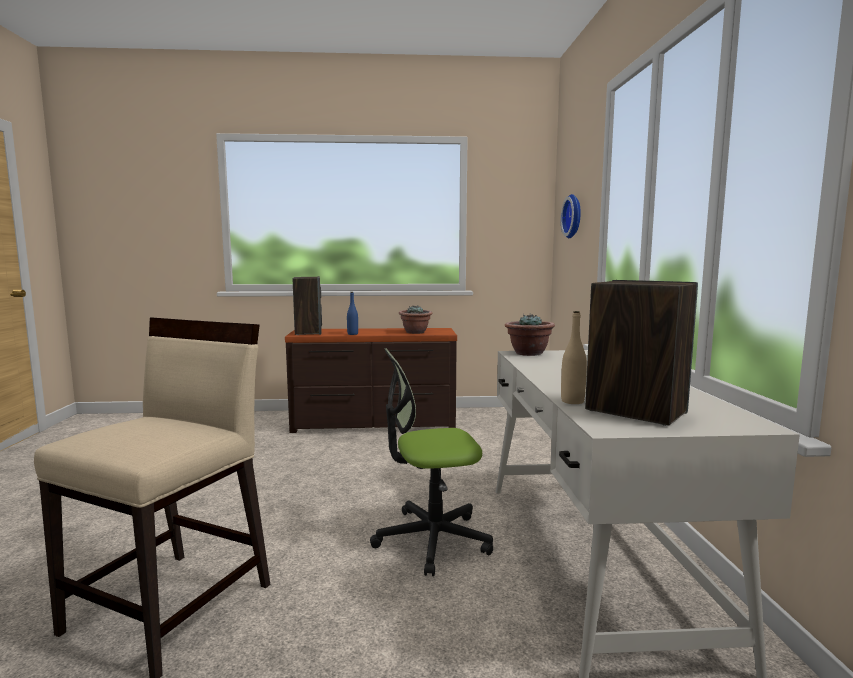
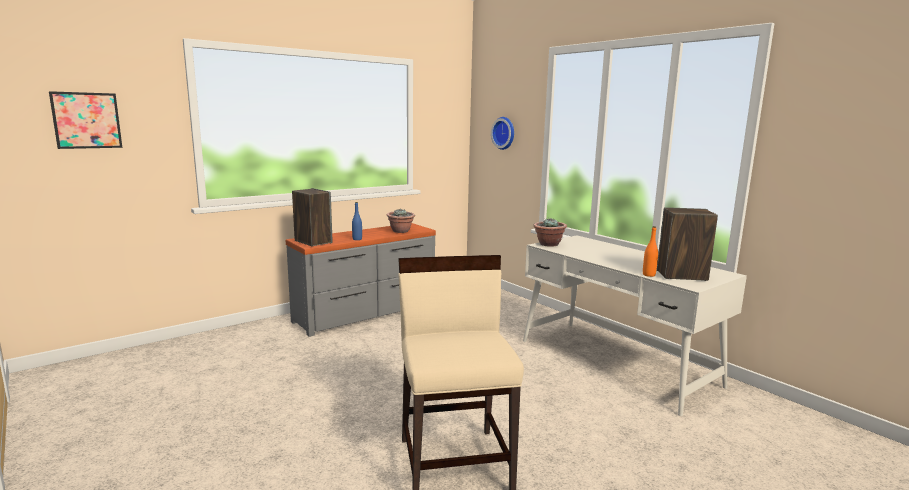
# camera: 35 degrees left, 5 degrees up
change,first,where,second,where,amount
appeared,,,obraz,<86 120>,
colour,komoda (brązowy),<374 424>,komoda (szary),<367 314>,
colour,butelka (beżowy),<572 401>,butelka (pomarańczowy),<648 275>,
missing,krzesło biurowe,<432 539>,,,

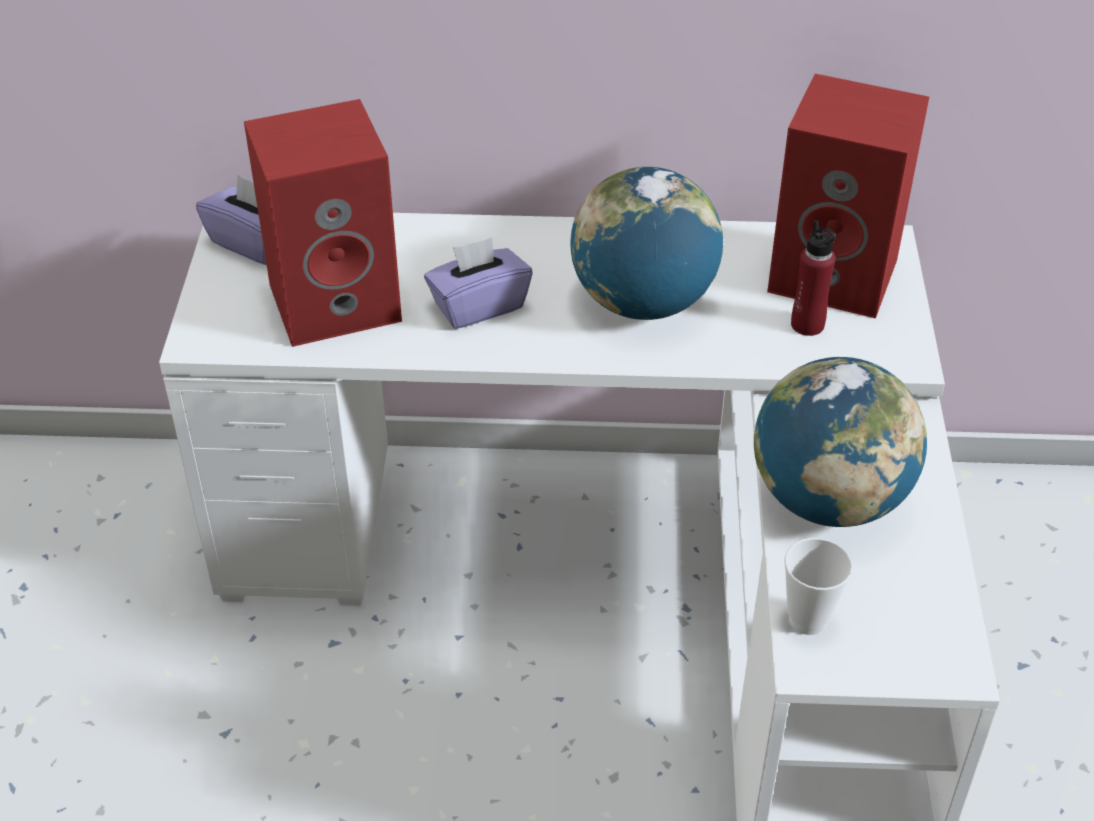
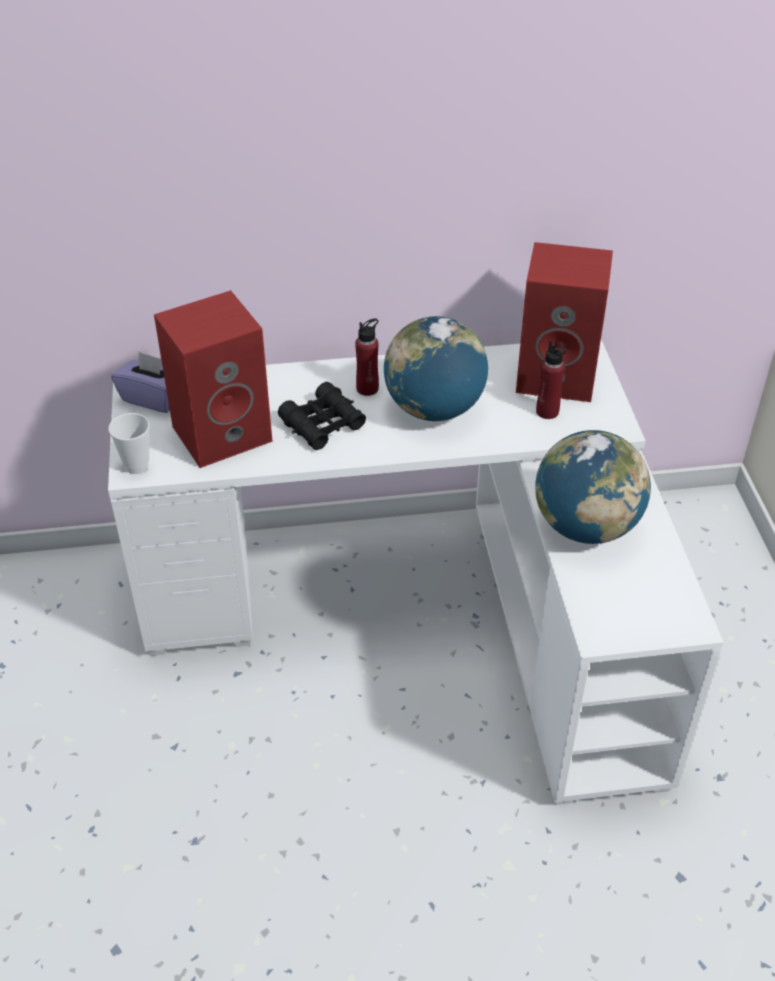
# camera: 10 degrees left, 0 degrees up
change,first,where,second,where,amount
relocated,filiżanka,<808 619>,,<137 466>,
exchanged,pudełko chusteczek (fioletowy),<478 306>,lornetka (czarny),<322 424>,
appeared,,,butelka (czerwony),<367 388>,

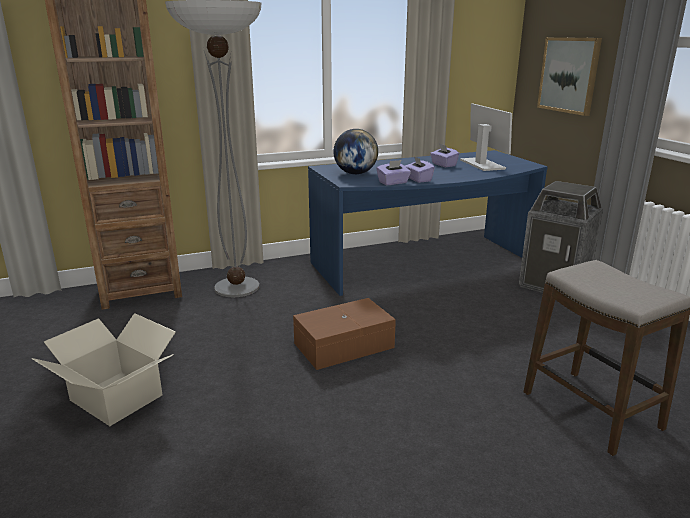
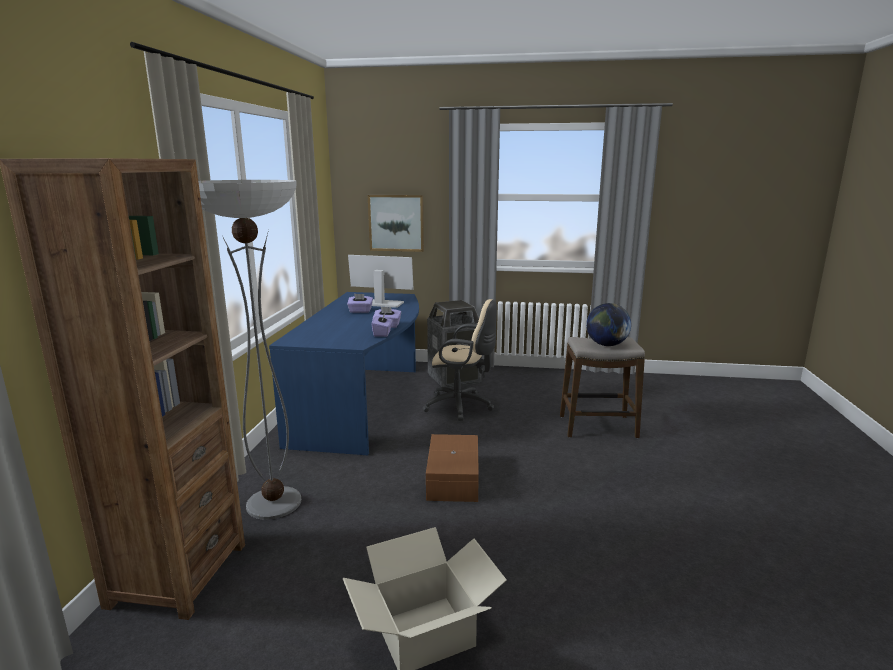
# camera: 60 degrees left, 5 degrees down
change,first,where,second,where,amount
appeared,,,krzesło biurowe (beżowy),<462 406>,
relocated,globus,<355 173>,,<606 345>,

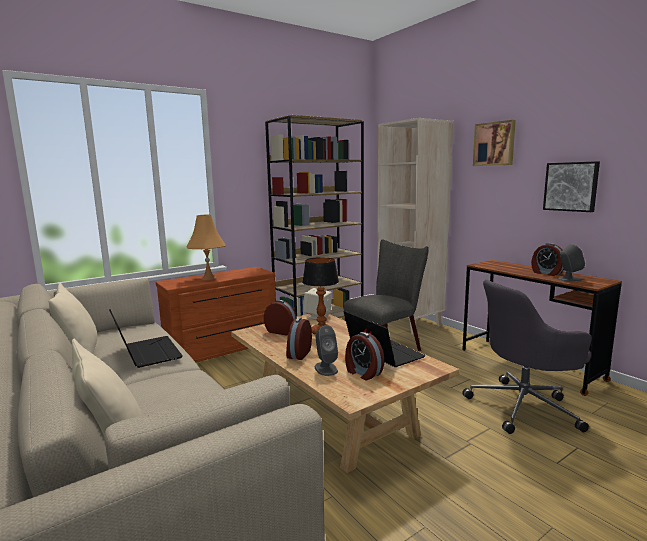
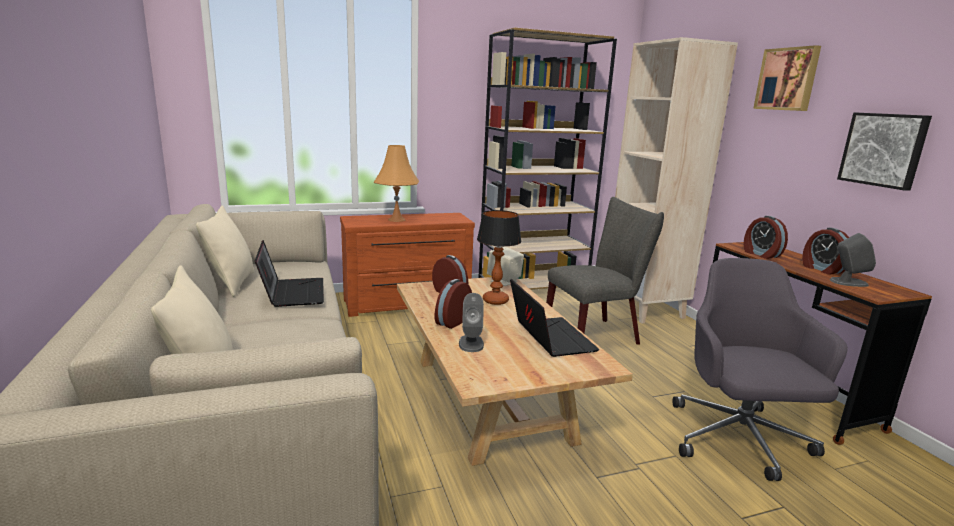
# camera: 15 degrees right, 5 degrees up
change,first,where,second,where,amount
spun,krzesło biurowe (szary),<524 407>,,<739 440>,90 degrees clockwise
relocated,budzik,<363 373>,,<761 254>,

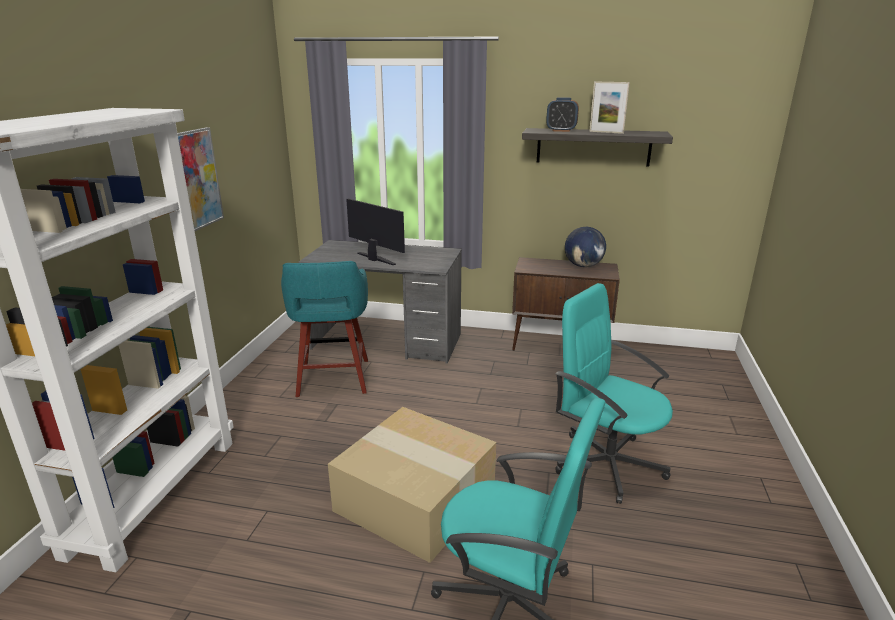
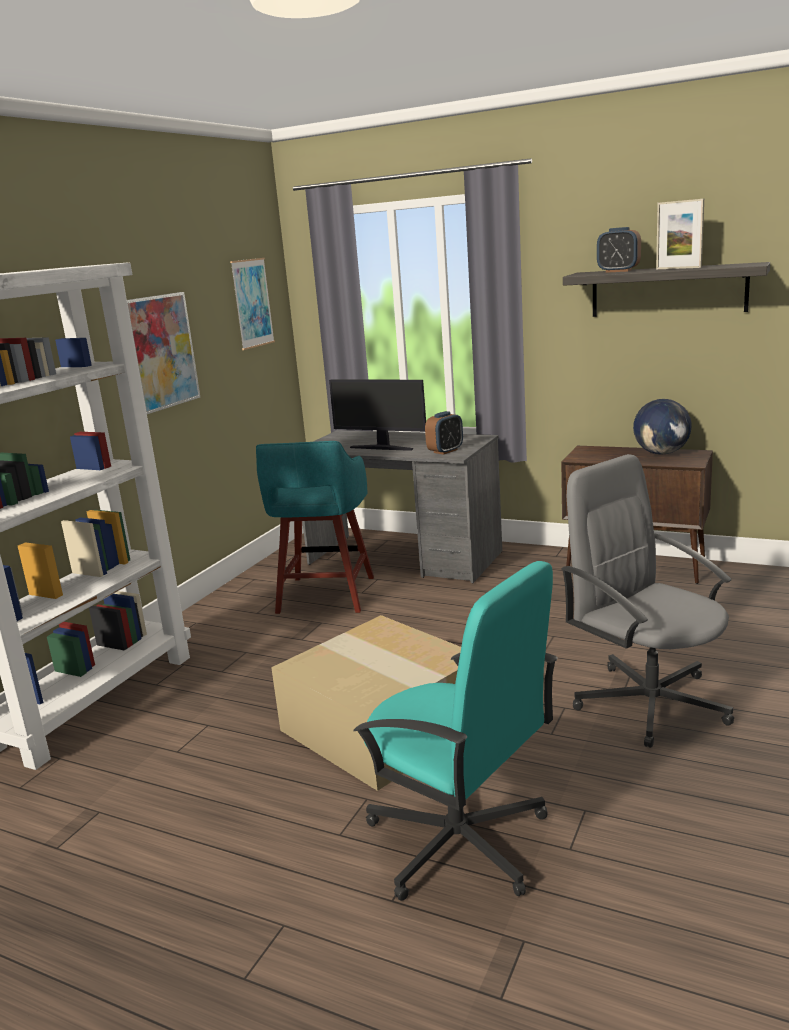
# camera: 15 degrees right, 5 degrees down
change,first,where,second,where,amount
appeared,,,obraz,<252 303>,
spun,monitor,<374 259>,,<382 448>,150 degrees clockwise
appeared,,,budzik,<445 451>,
colour,krzesło biurowe (turkusowy),<607 463>,krzesło biurowe (szary),<649 702>,

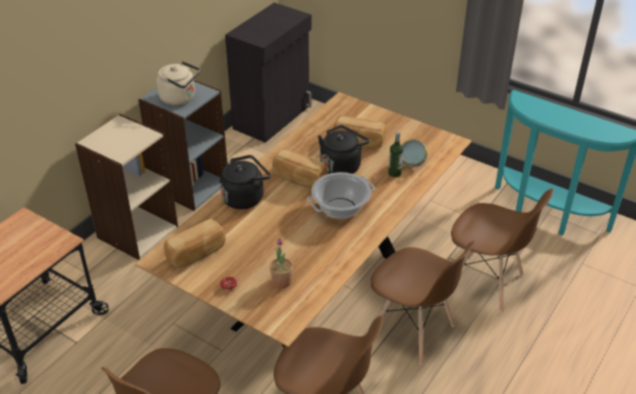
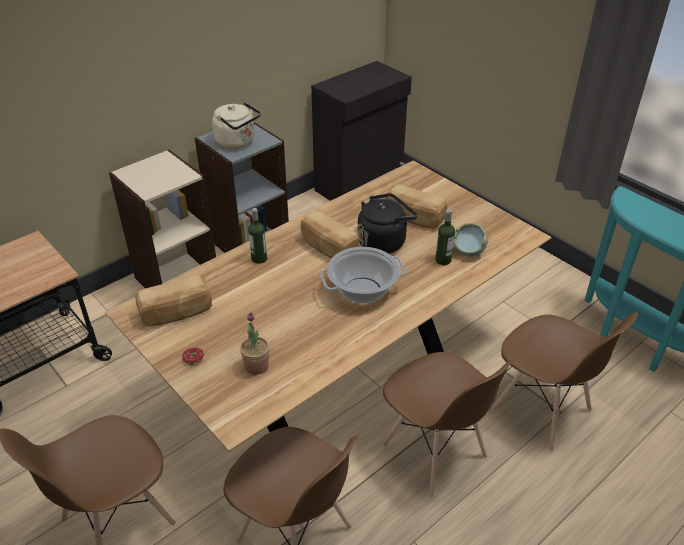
# camera: 15 degrees right, 0 degrees up
change,first,where,second,where,amount
exchanged,czajnik (czarny),<245 197>,butelka,<259 259>,

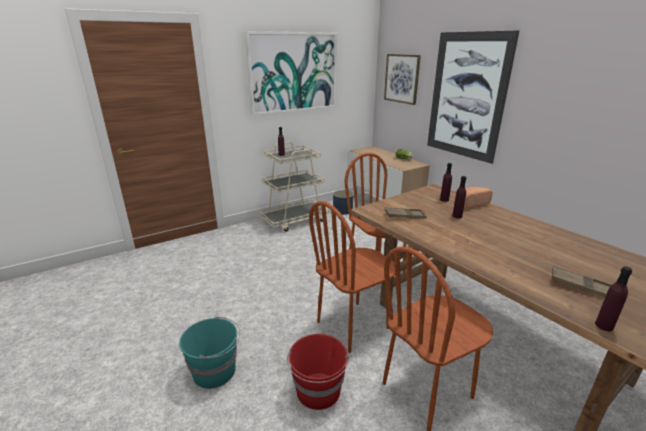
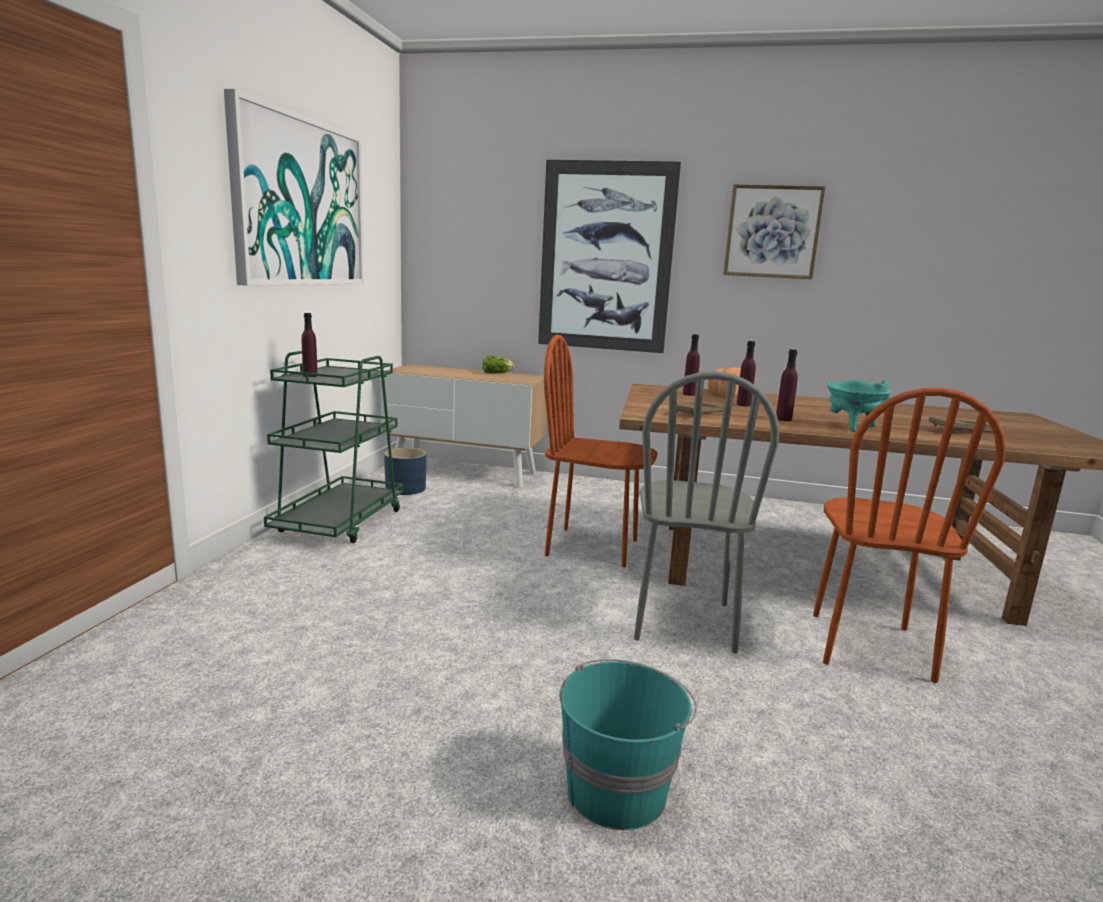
# camera: 45 degrees left, 10 degrees down
change,first,where,second,where,amount
colour,wózek (beżowy),<294 220>,wózek (zielony),<340 522>,
colour,krzesło (brązowy),<353 325>,krzesło (szary),<684 621>,
relocated,obraz,<402 78>,,<772 232>,
relocated,butelka (fioletowy),<604 326>,,<783 419>,
appeared,,,garnek (turkusowy),<851 427>,
missing,wiadro (czerwony),<318 391>,,,

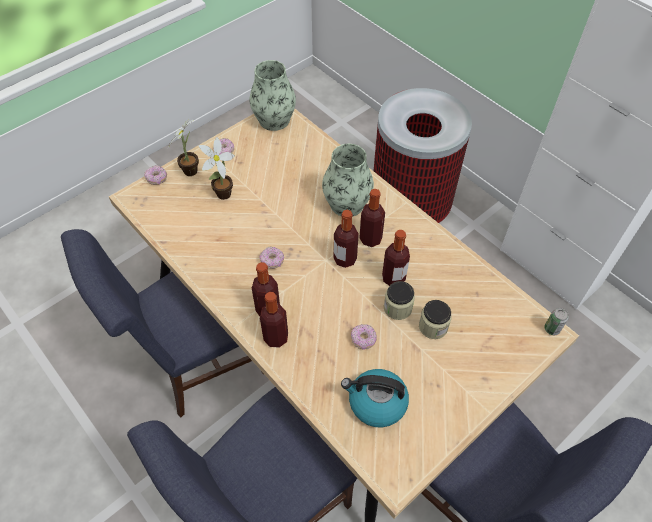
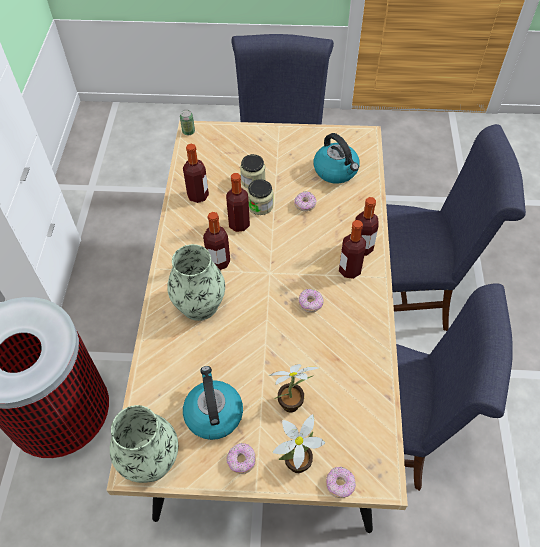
# camera: 135 degrees left, 0 degrees up
change,first,where,second,where,amount
relocated,butelka,<345 259>,,<198 196>,
appeared,,,czajnik,<213 413>,

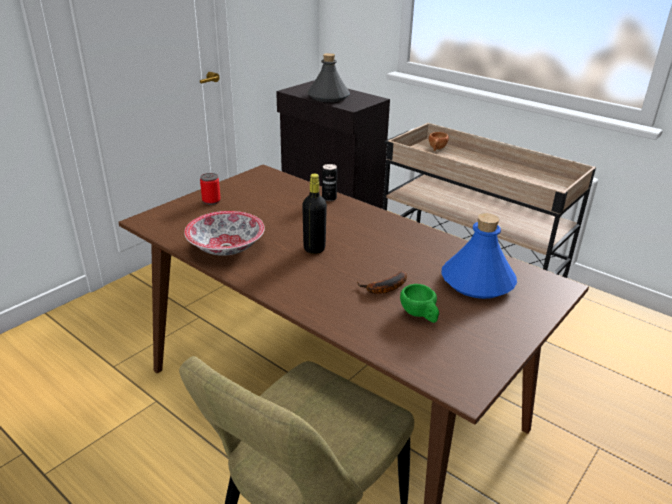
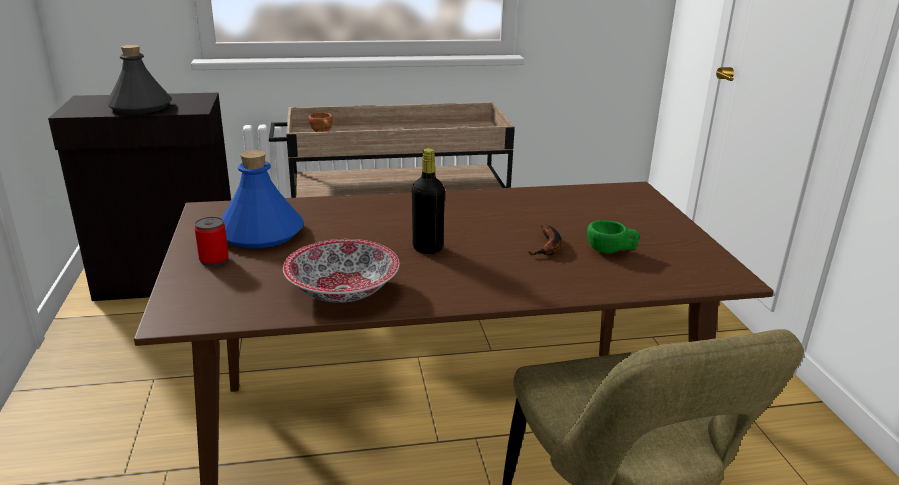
# camera: 50 degrees left, 5 degrees down
change,first,where,second,where,amount
relocated,butelka (niebieski),<478 282>,,<261 233>,
missing,puszka,<329 198>,,,

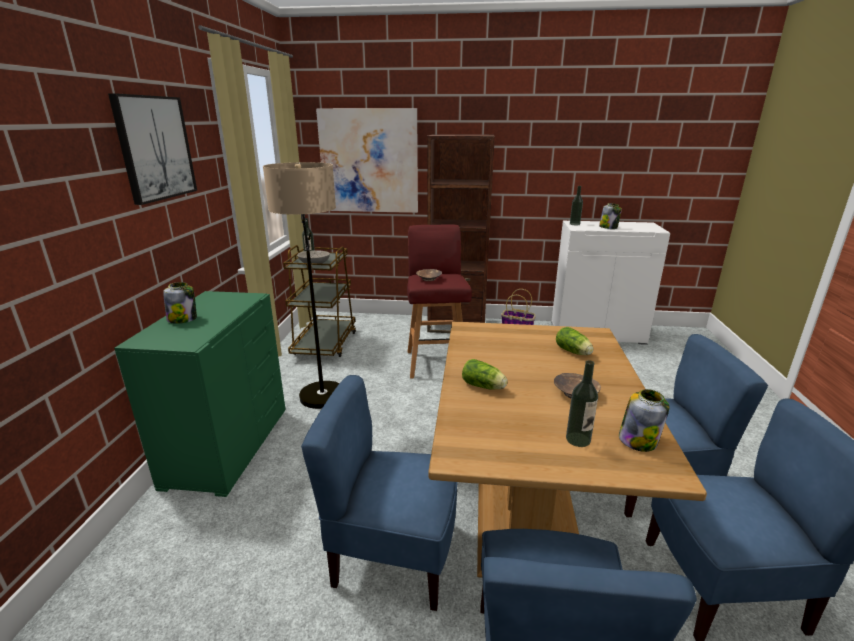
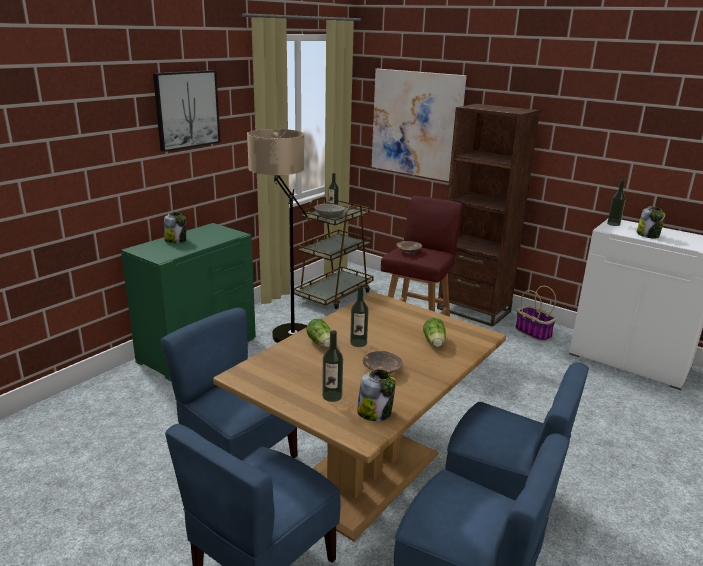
# camera: 30 degrees right, 0 degrees up
change,first,where,second,where,amount
appeared,,,butelka,<358 343>,

